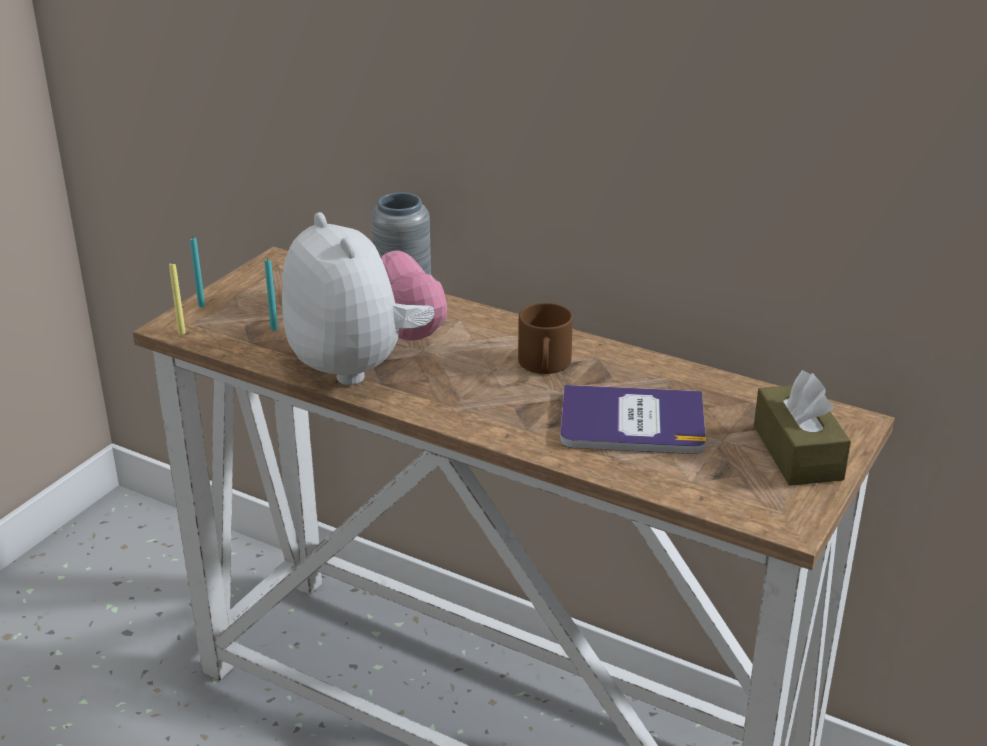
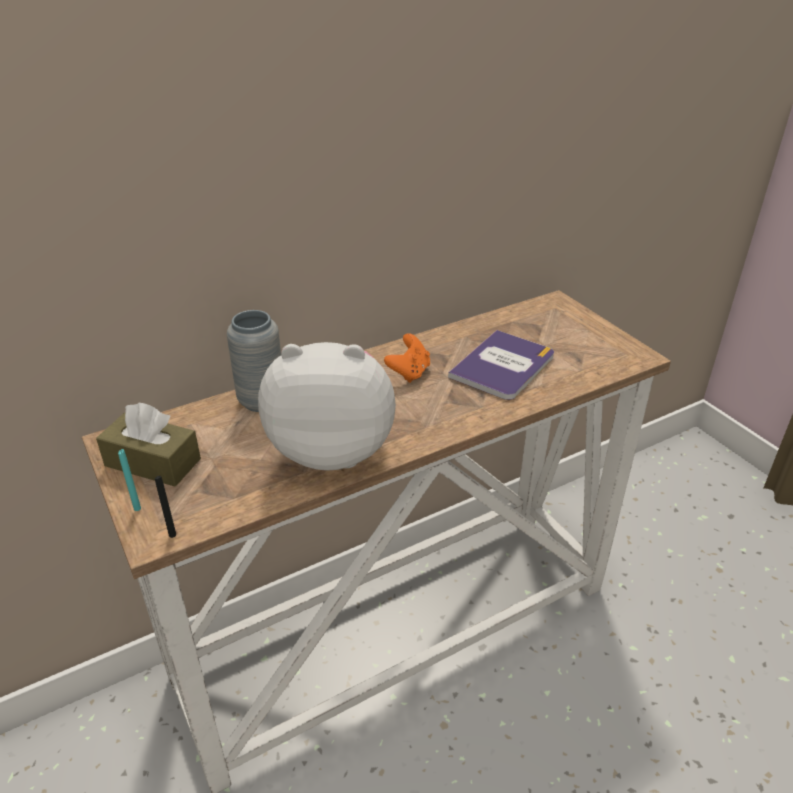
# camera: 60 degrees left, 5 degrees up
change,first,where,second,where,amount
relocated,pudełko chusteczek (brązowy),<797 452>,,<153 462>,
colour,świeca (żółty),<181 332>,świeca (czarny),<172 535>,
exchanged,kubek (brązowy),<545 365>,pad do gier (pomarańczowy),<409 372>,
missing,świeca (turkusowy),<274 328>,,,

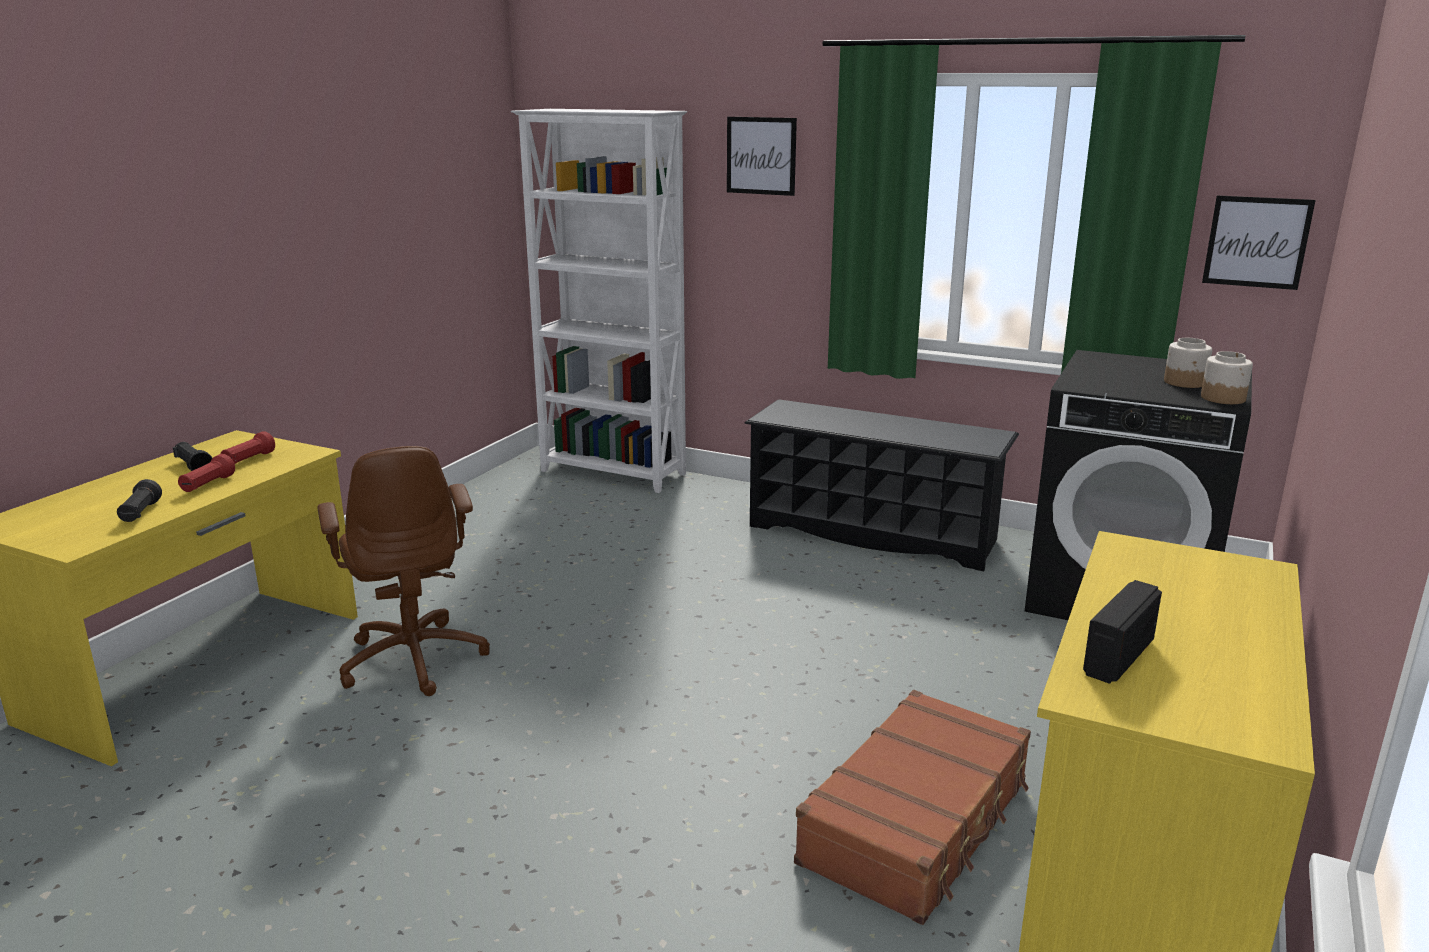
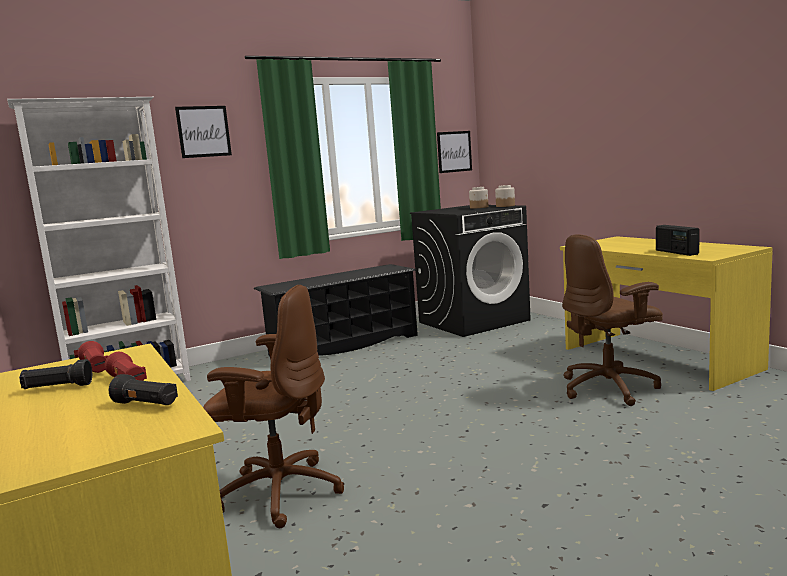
# camera: 55 degrees left, 10 degrees down
change,first,where,second,where,amount
exchanged,walizka (brązowy),<917 822>,krzesło biurowe (brązowy),<610 388>,

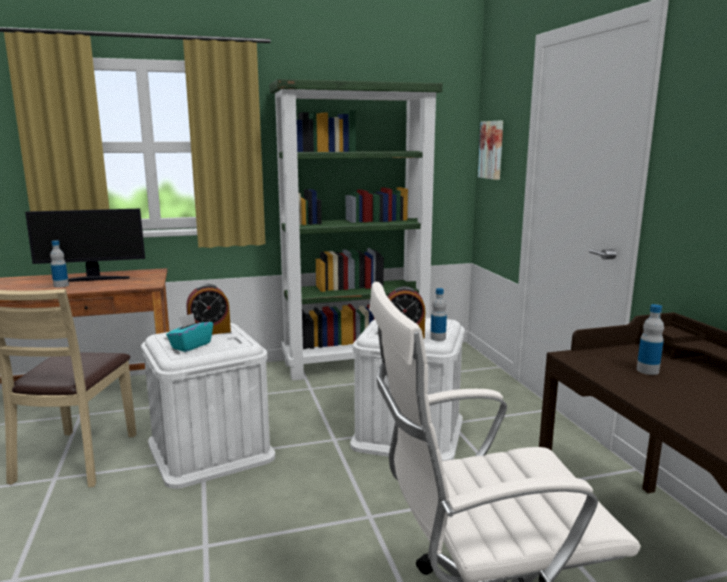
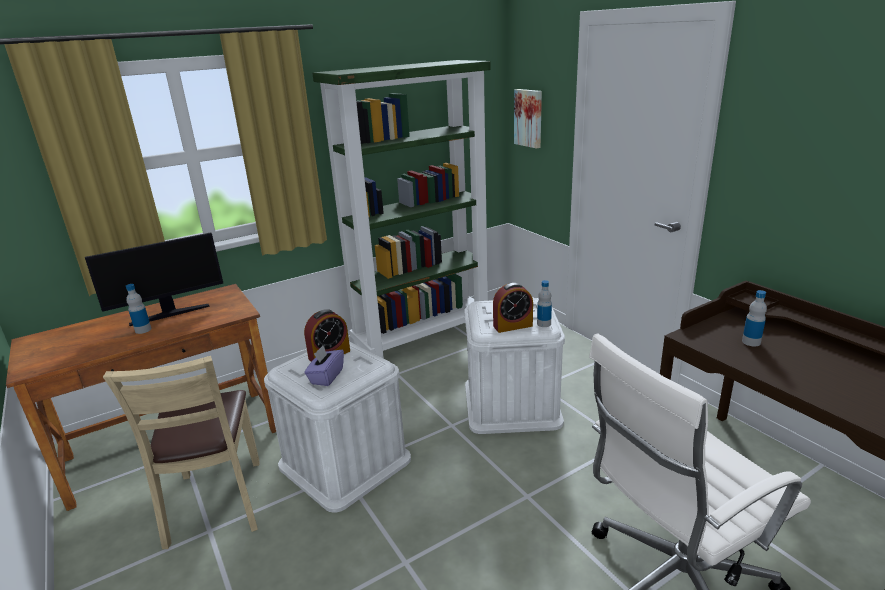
# camera: 15 degrees left, 10 degrees up
change,first,where,second,where,amount
colour,pudełko chusteczek (turkusowy),<191 345>,pudełko chusteczek (fioletowy),<326 376>,

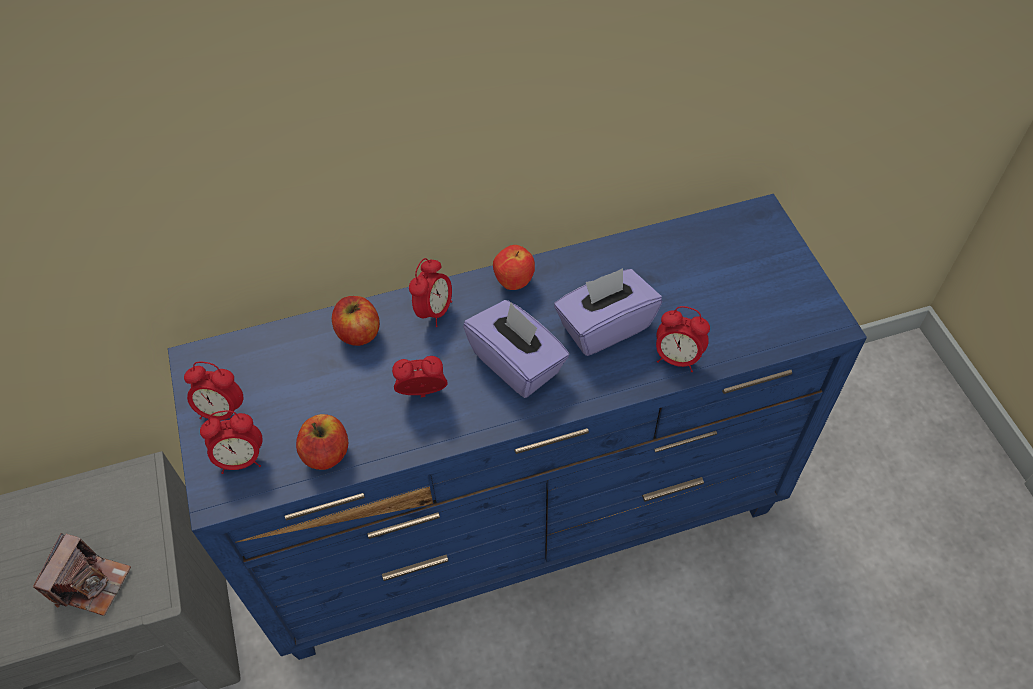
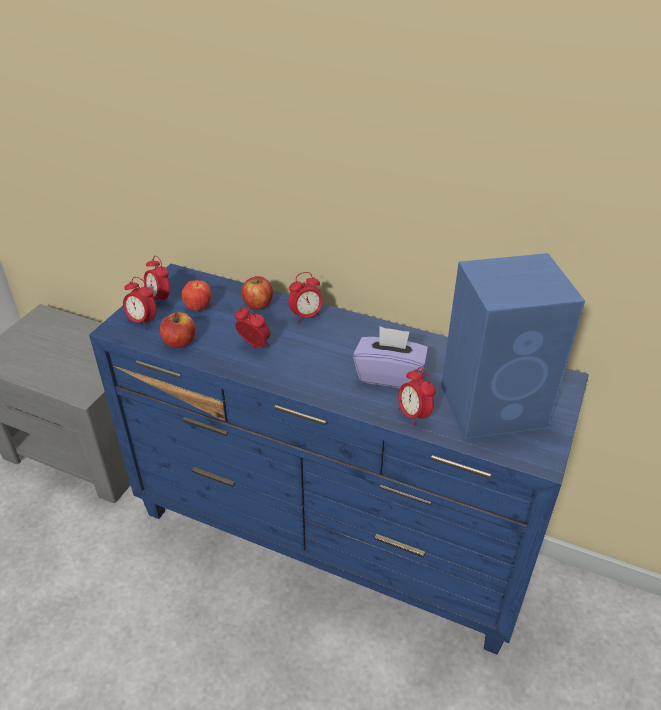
# camera: 40 degrees right, 15 degrees down
change,first,where,second,where,amount
relocated,jabłko,<514 282>,,<198 308>,
appeared,,,głośnik (niebieski),<495 406>,
missing,aparat fotograficzny,<91 583>,,,
missing,pudełko chusteczek (fioletowy),<517 363>,,,

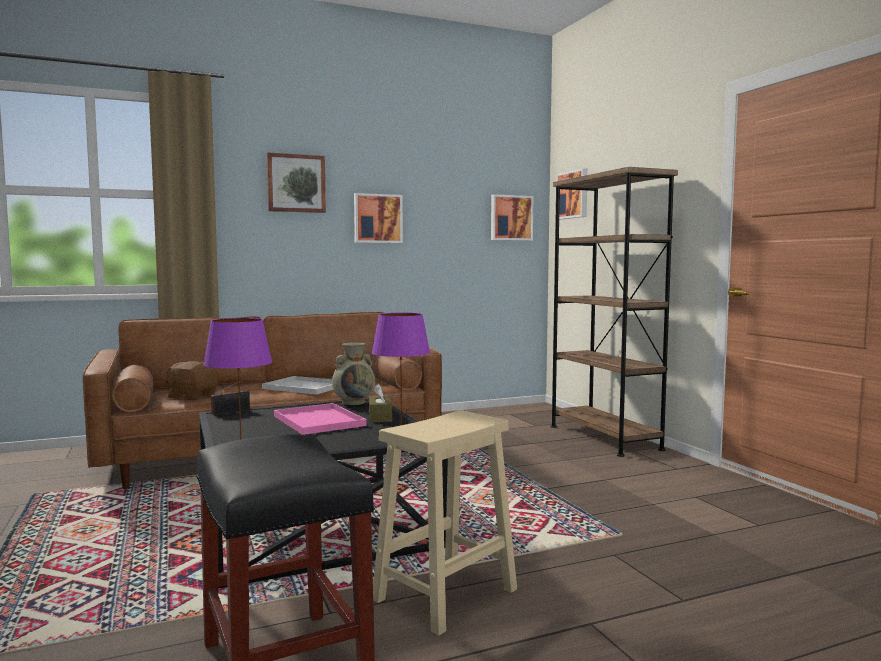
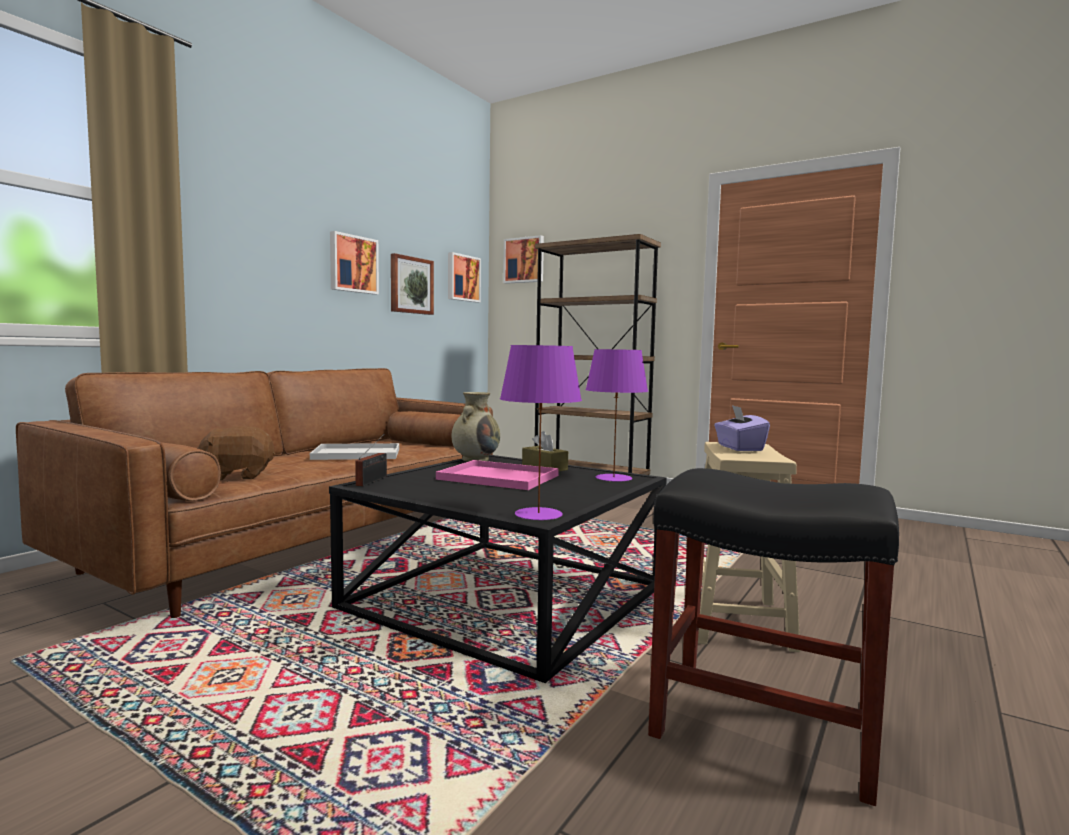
# camera: 35 degrees left, 0 degrees up
change,first,where,second,where,amount
relocated,obraz,<296 183>,,<411 285>,
appeared,,,pudełko chusteczek (fioletowy),<739 448>,

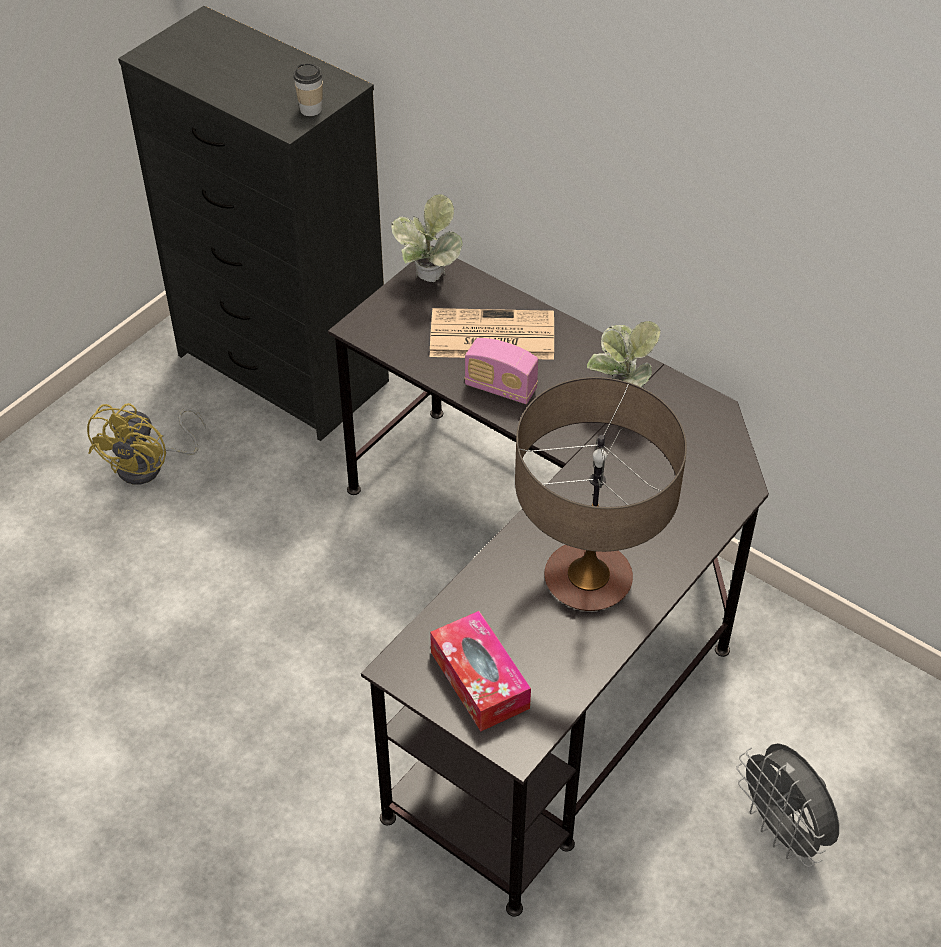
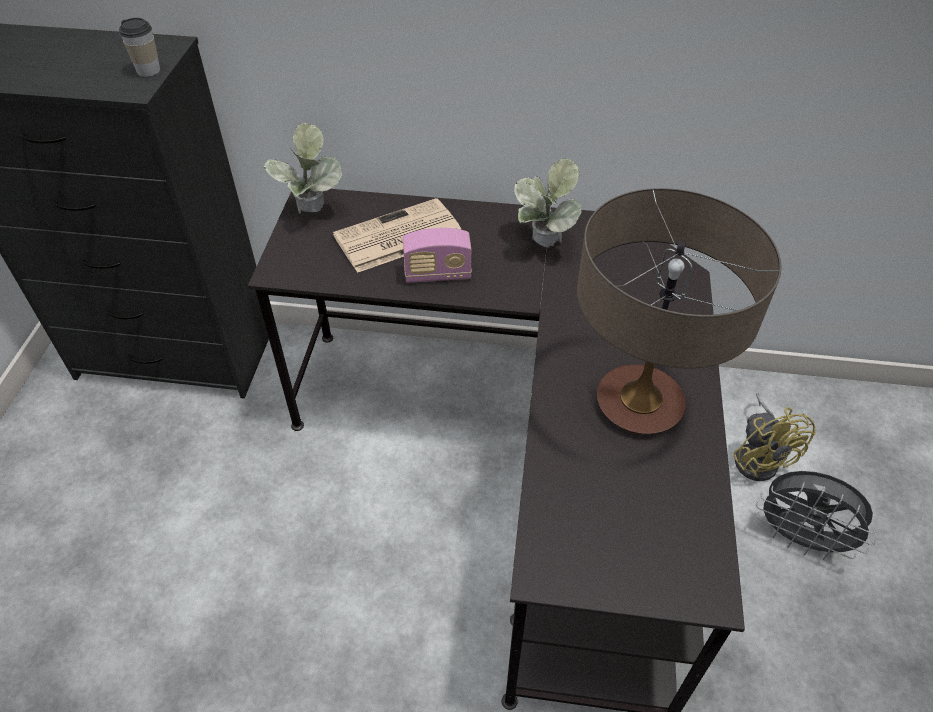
# camera: 30 degrees left, 0 degrees up
change,first,where,second,where,amount
relocated,wentylator (żółty),<150 465>,,<759 457>,
missing,pudełko chusteczek,<479 680>,,,

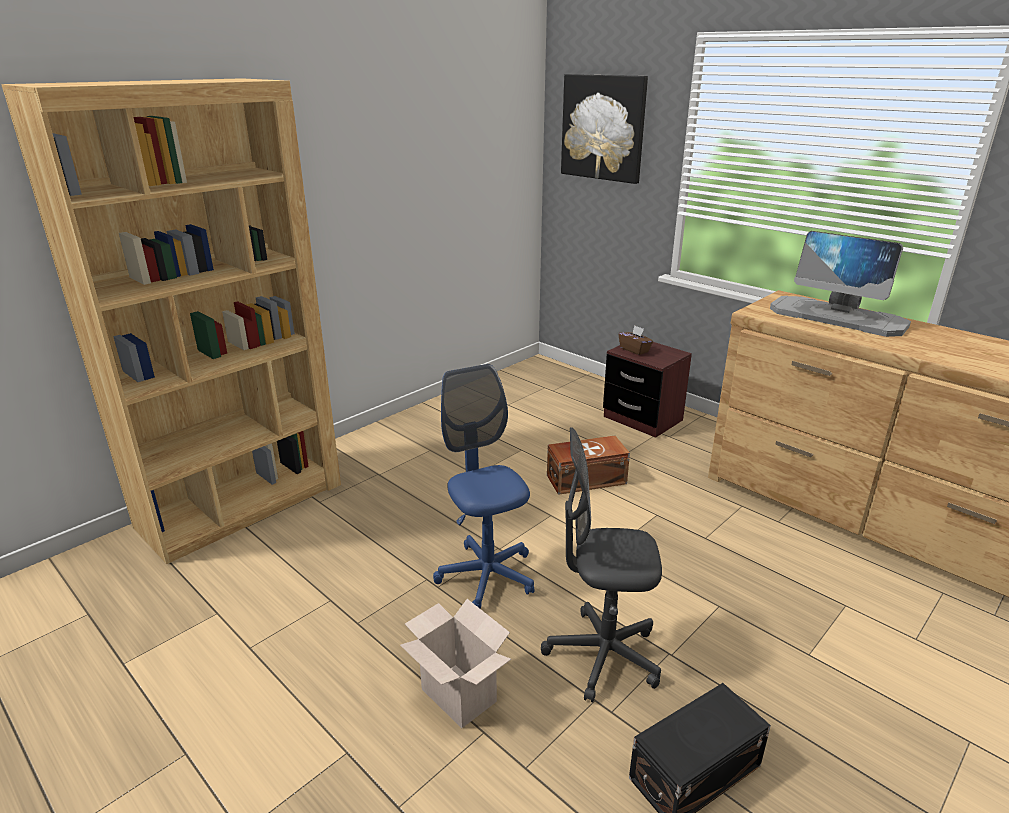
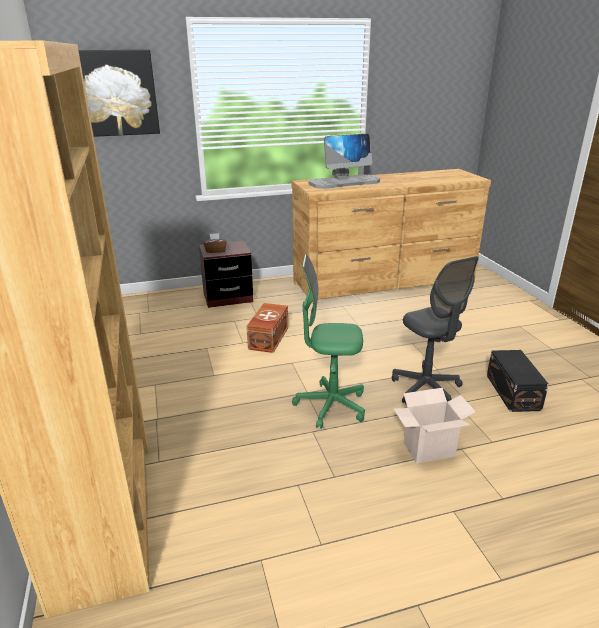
# camera: 60 degrees left, 0 degrees up
change,first,where,second,where,amount
colour,krzesło biurowe (niebieski),<487 576>,krzesło biurowe (zielony),<330 406>,
spun,krzesło biurowe (szary),<602 656>,,<426 389>,60 degrees counterclockwise

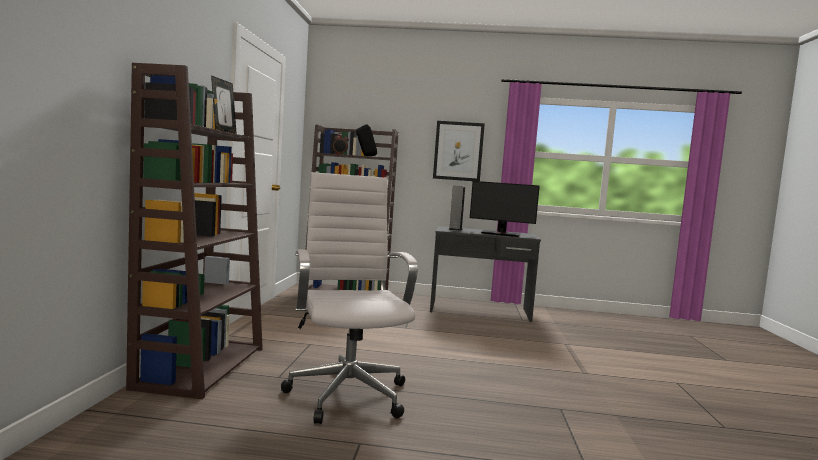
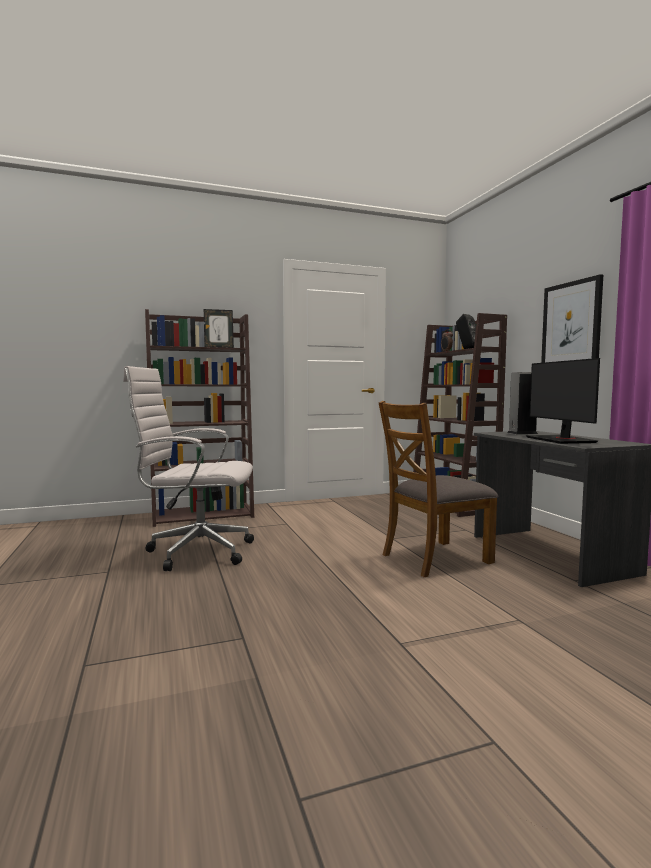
# camera: 65 degrees right, 0 degrees up
change,first,where,second,where,amount
spun,krzesło biurowe (biały),<347 393>,,<195 552>,135 degrees counterclockwise
appeared,,,krzesło (brązowy),<435 558>,

